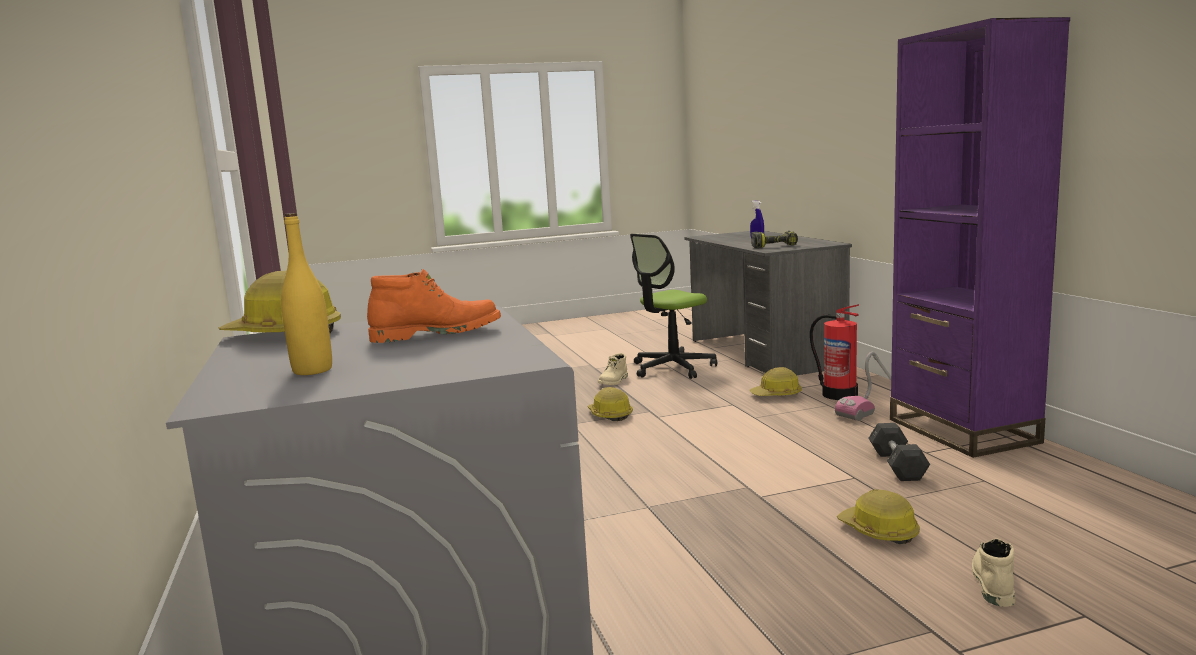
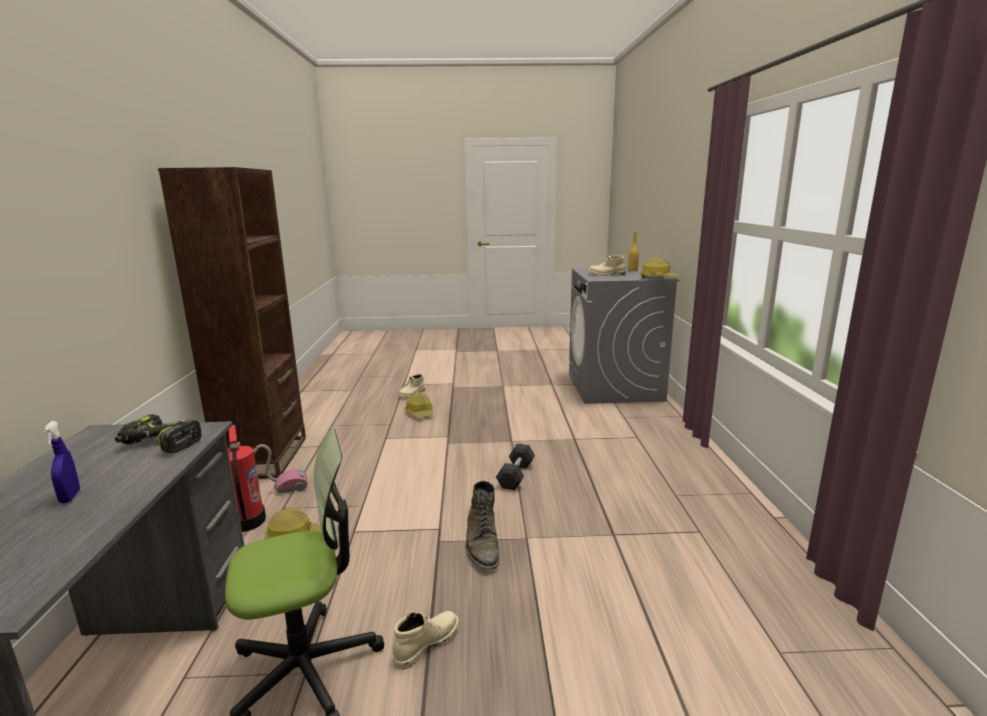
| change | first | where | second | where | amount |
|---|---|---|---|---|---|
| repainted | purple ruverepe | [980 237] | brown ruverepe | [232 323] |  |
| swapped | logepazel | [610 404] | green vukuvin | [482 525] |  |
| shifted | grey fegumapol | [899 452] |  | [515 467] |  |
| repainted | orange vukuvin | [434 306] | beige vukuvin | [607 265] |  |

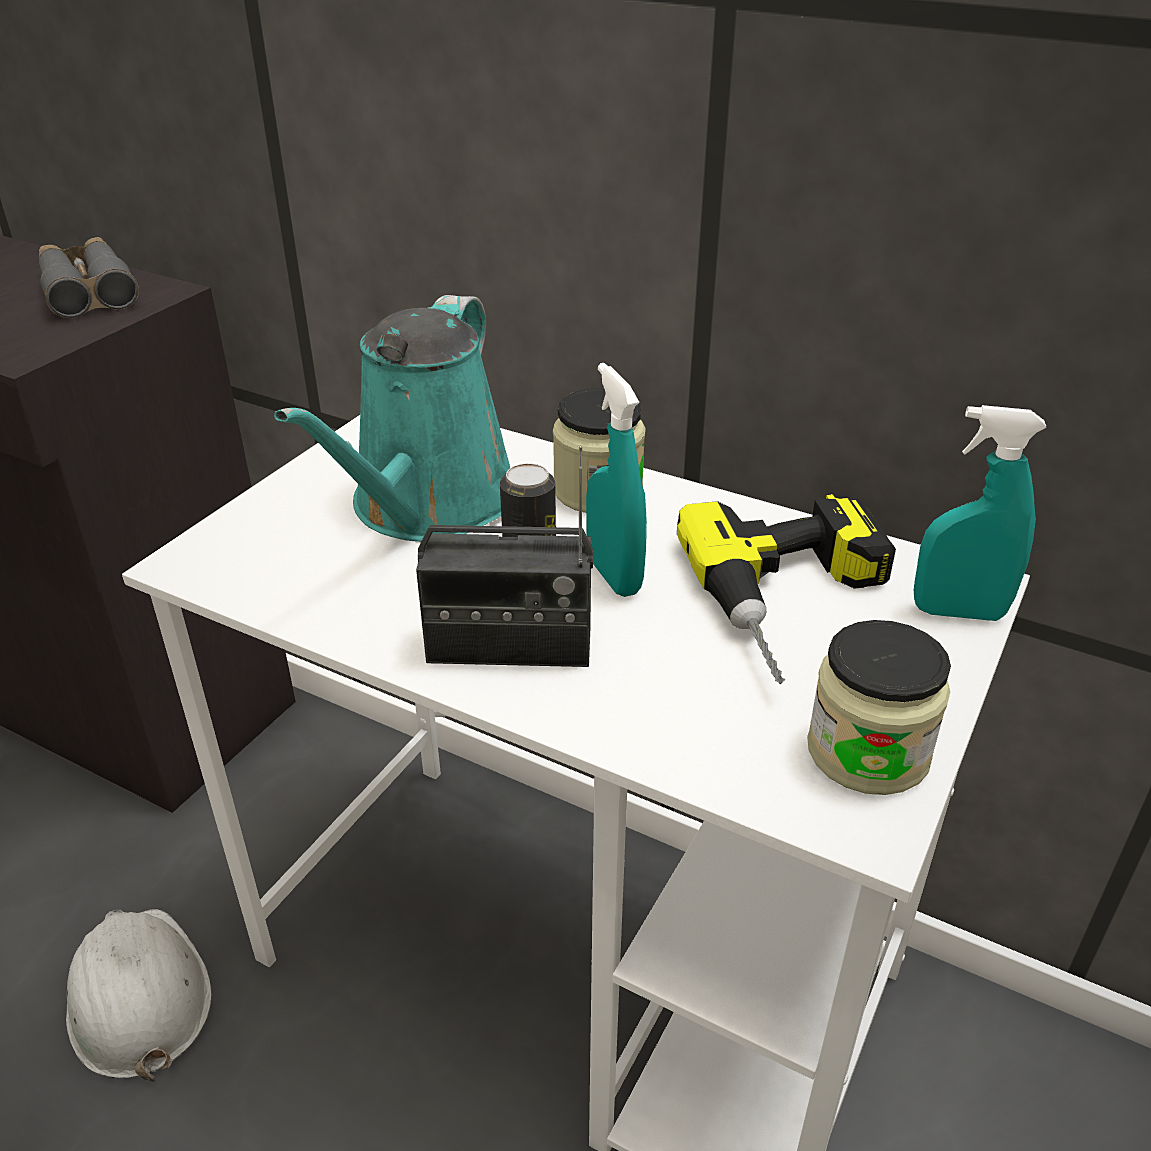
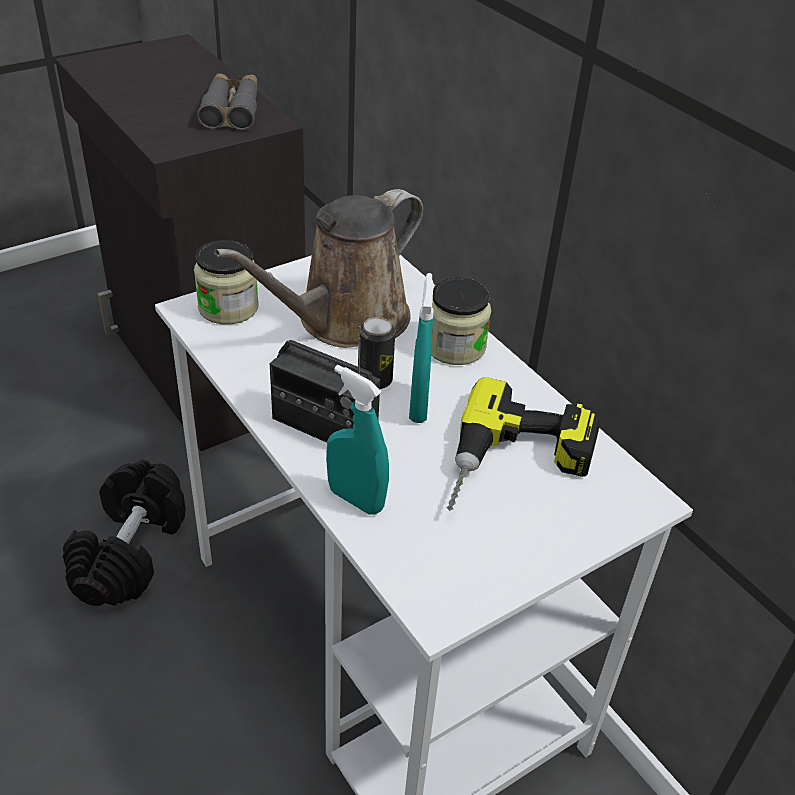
| change | first | where | second | where | amount |
|---|---|---|---|---|---|
| swapped | white logepazel | [139 995] | black fegumapol | [124 533] |  |
| shifted | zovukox | [879 707] |  | [226 282] |  |
| repainted | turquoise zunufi | [392 418] | brown zunufi | [318 268] |  |
| shifted | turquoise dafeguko | [980 513] |  | [357 440] |  |

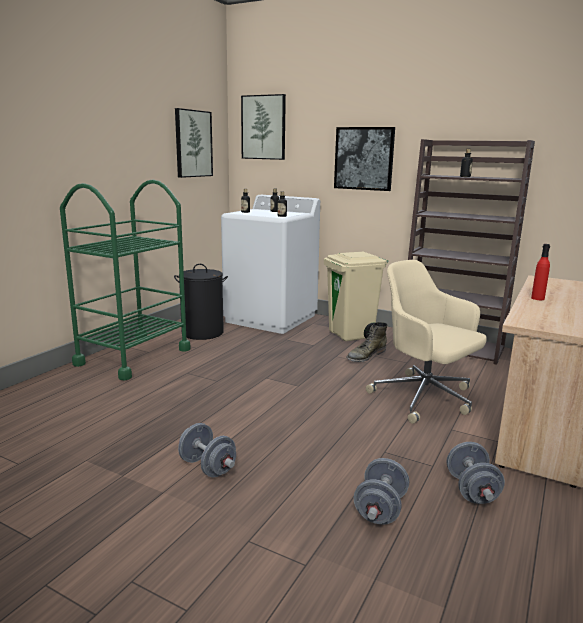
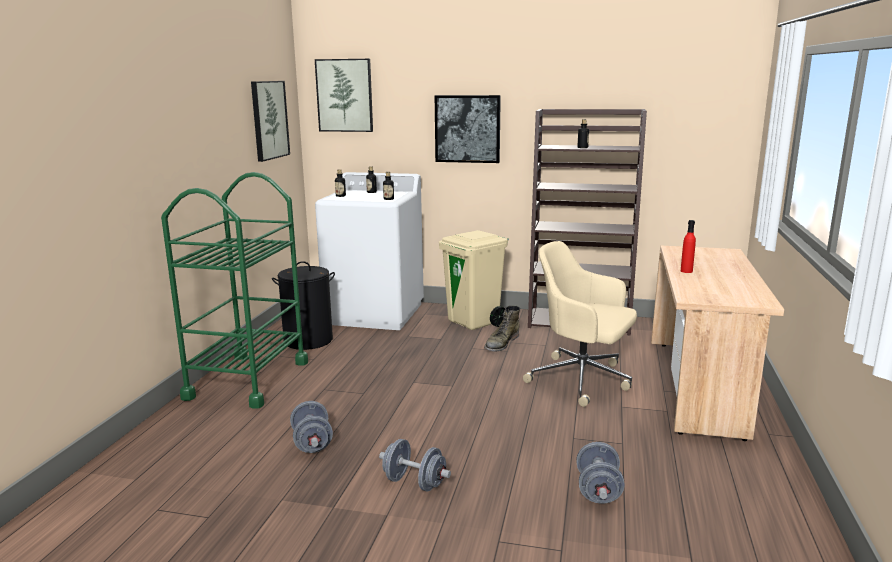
| change | first | where | second | where | amount |
|---|---|---|---|---|---|
| shifted | grey fegumapol | [475 473] |  | [311 427] |  |

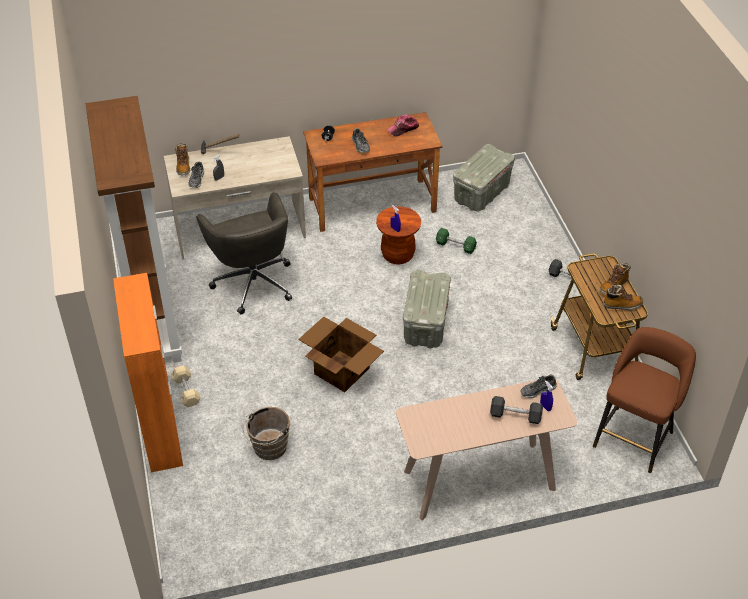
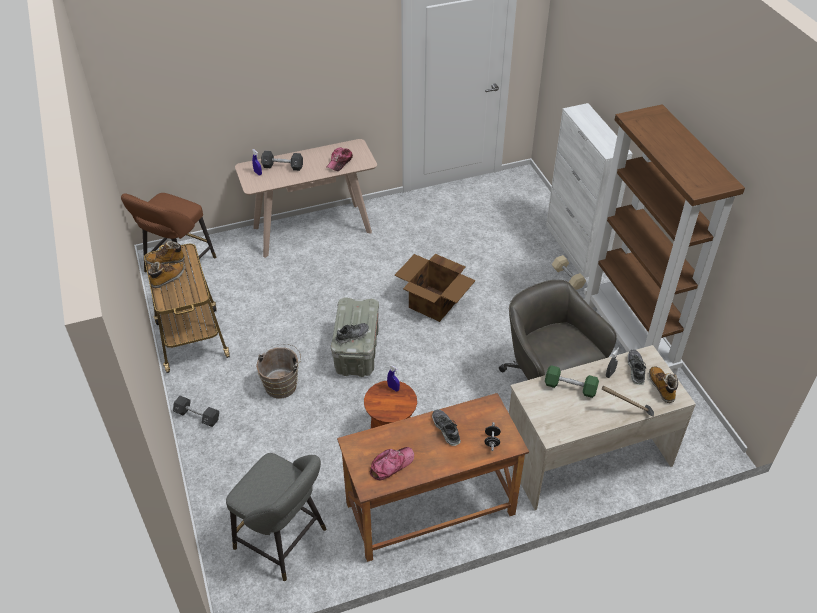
| change | first | where | second | where | amount |
|---|---|---|---|---|---|
| swapped | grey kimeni | [484 178] | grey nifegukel | [276 517] |  |
| shifted | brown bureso | [266 433] |  | [278 371] |  |
| new |  |  | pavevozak | [340 159] |  |
| shifted | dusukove | [538 386] |  | [352 334] |  |
| shifted | green fegumapol | [456 241] |  | [572 381] |  |
| repainted | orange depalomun | [148 372] | white depalomun | [589 190] |  |

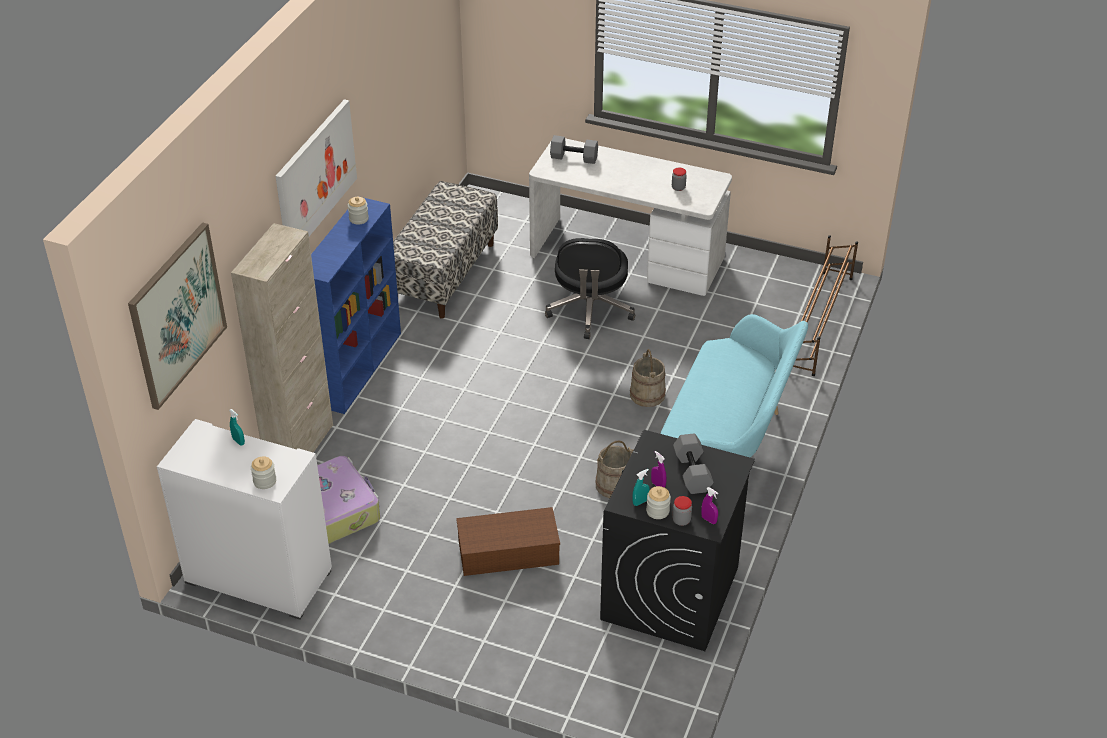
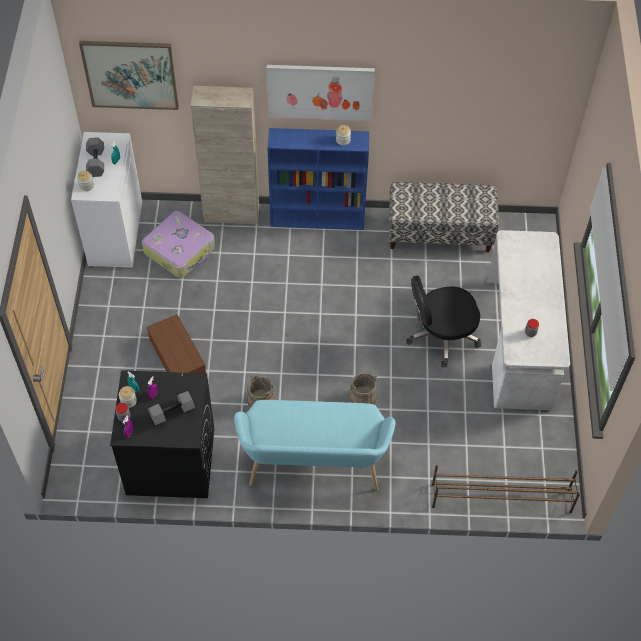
| change | first | where | second | where | amount |
|---|---|---|---|---|---|
| shifted | grey fegumapol | [574 149] |  | [95 157] |  |

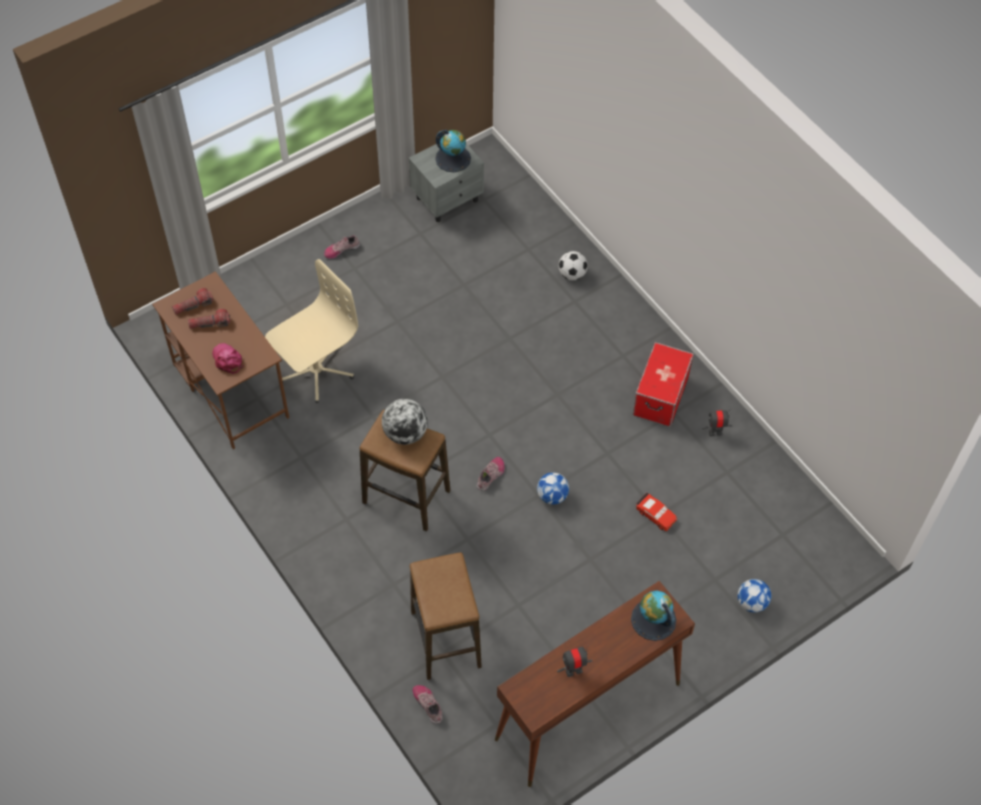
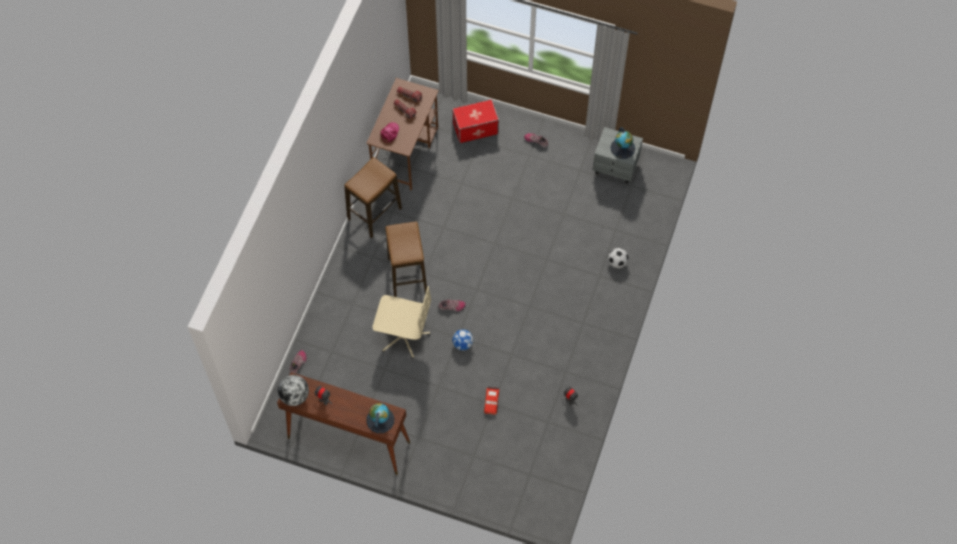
| change | first | where | second | where | amount |
|---|---|---|---|---|---|
| shifted | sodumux | [405 421] |  | [293 390] |  |
| shifted | nifegukel | [446 616] |  | [373 198] |  |
| shifted | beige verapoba | [311 331] |  | [401 322] |  |
| shifted | kimeni | [663 384] |  | [475 121] |  |
| gone | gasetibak | [754 596] |  |  |  |

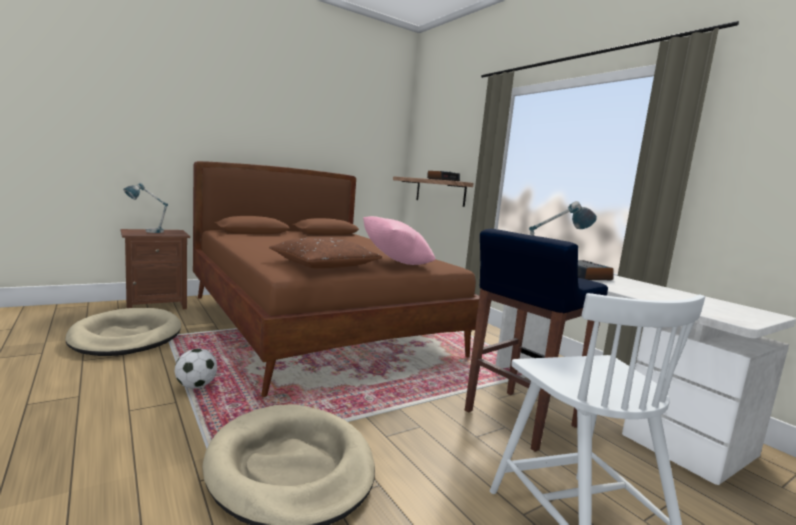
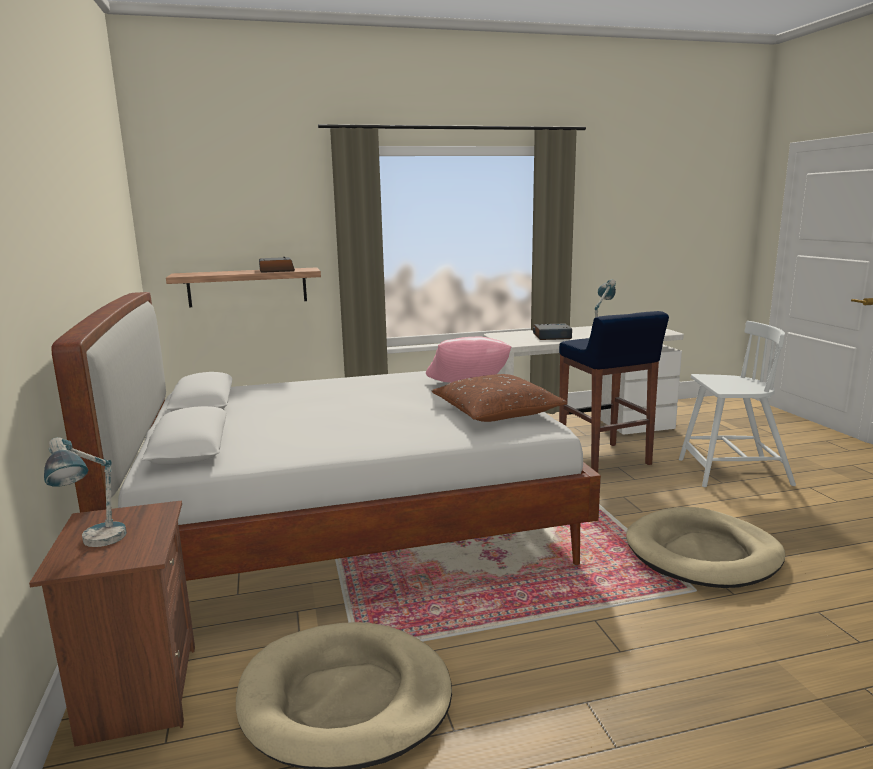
| change | first | where | second | where | amount |
|---|---|---|---|---|---|
| repainted | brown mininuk | [336 279] | white mininuk | [326 436] |  |
| gone | gasetibak | [196 369] |  |  |  |

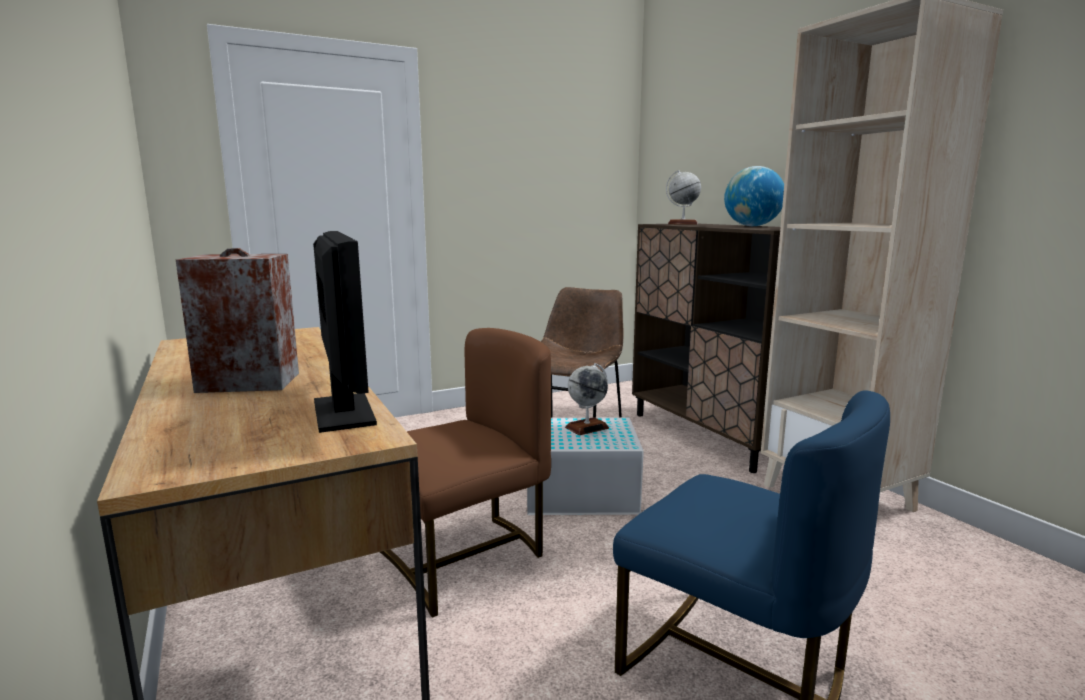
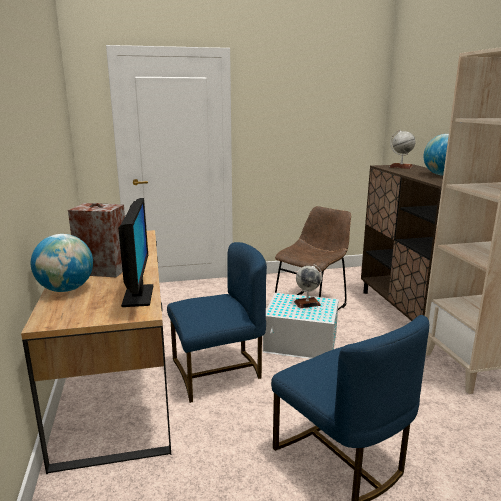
| change | first | where | second | where | amount |
|---|---|---|---|---|---|
| new |  |  | sodumux | [62 263] |  |
| repainted | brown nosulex | [465 473] | blue nosulex | [217 322] |  |

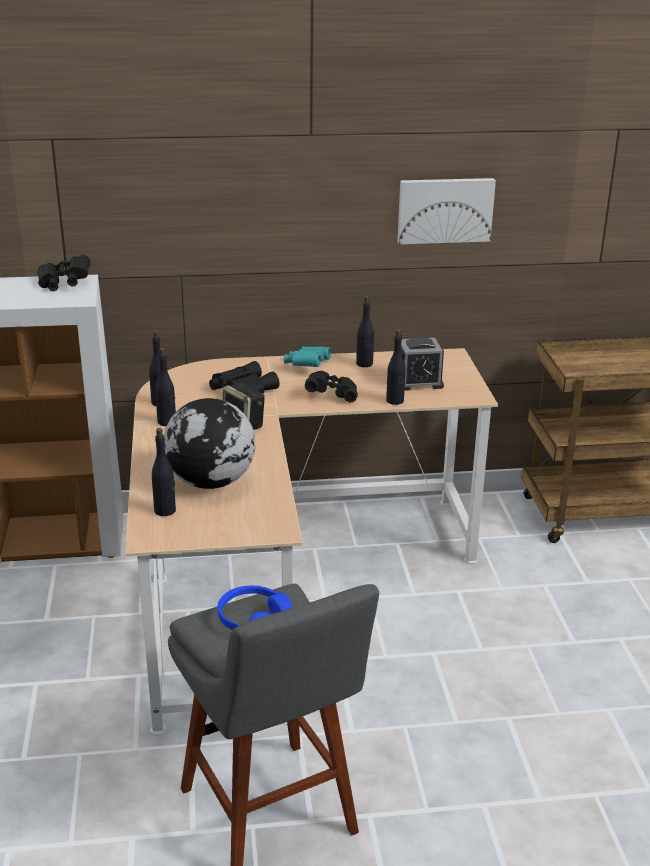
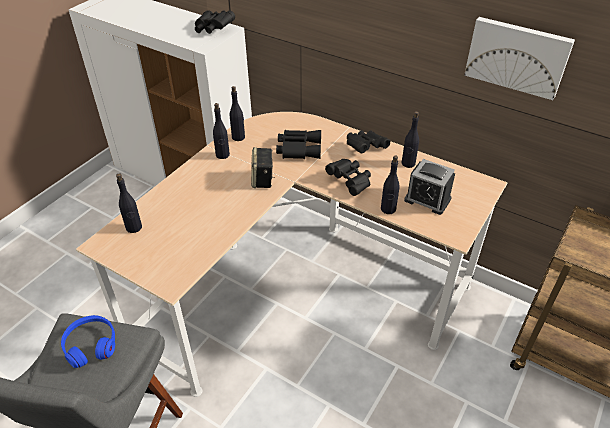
| change | first | where | second | where | amount |
|---|---|---|---|---|---|
| repainted | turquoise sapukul | [307 356] | black sapukul | [368 141] |  |
| gone | sodumux | [210 443] |  |  |  |

